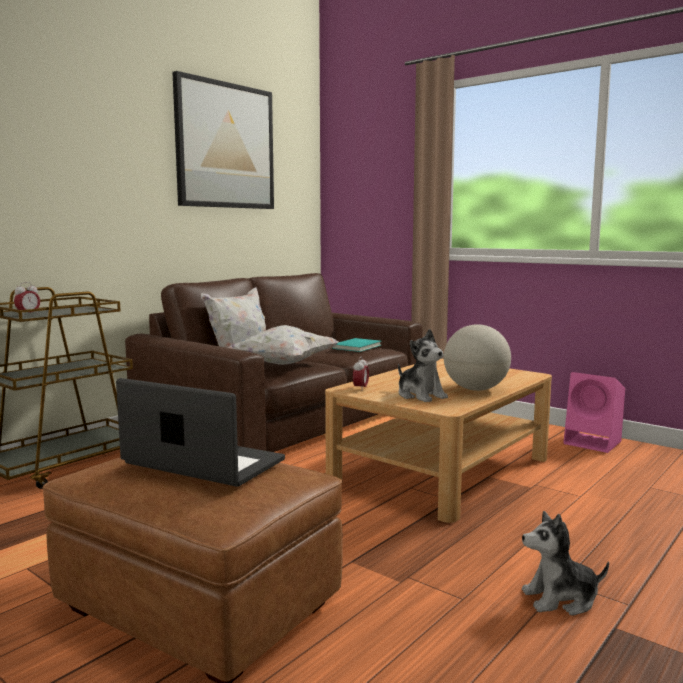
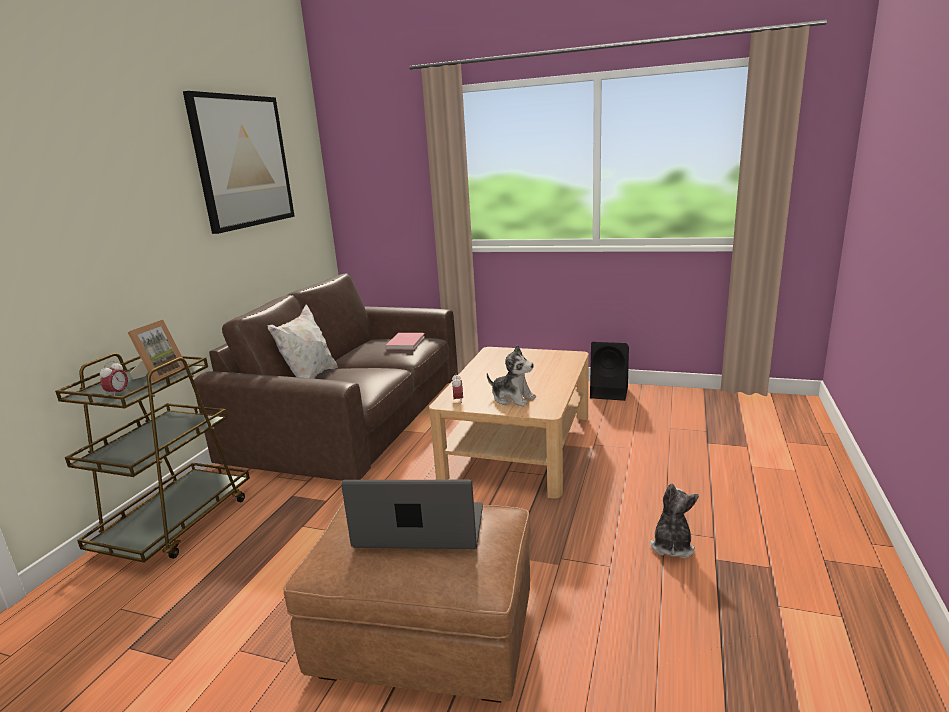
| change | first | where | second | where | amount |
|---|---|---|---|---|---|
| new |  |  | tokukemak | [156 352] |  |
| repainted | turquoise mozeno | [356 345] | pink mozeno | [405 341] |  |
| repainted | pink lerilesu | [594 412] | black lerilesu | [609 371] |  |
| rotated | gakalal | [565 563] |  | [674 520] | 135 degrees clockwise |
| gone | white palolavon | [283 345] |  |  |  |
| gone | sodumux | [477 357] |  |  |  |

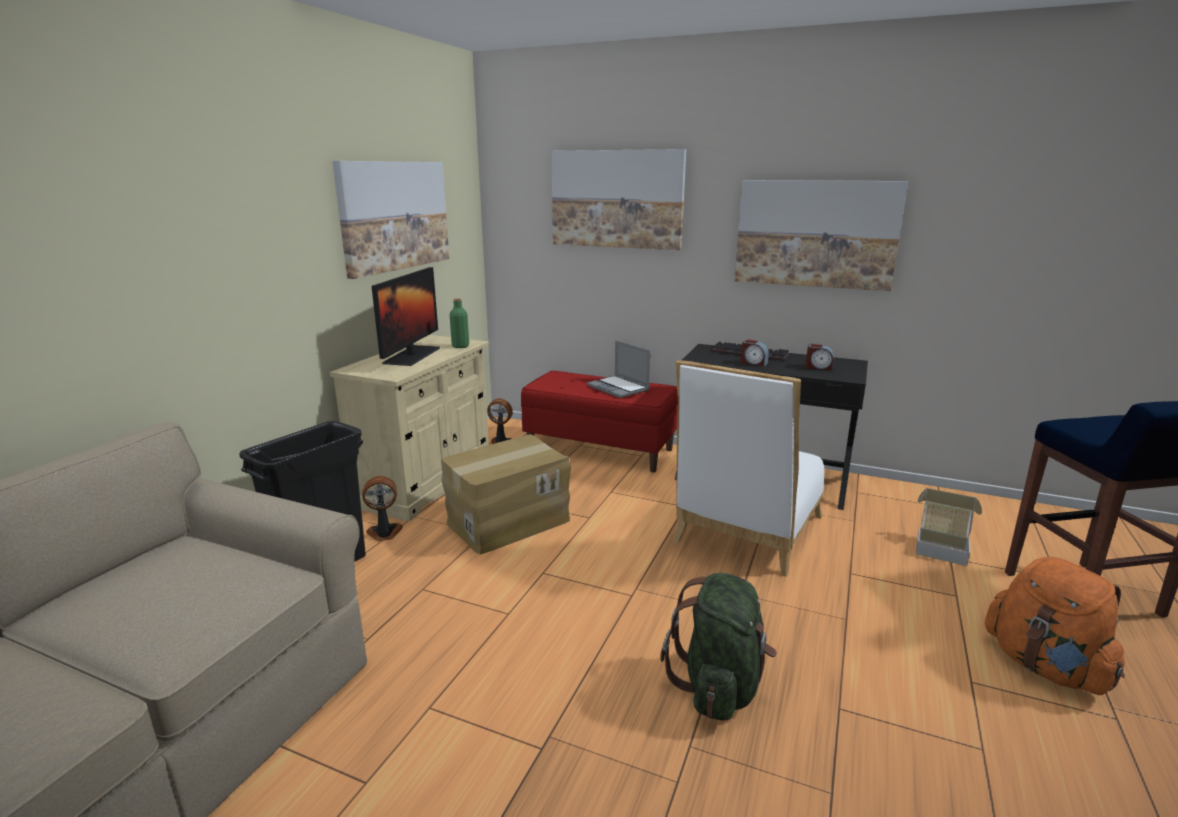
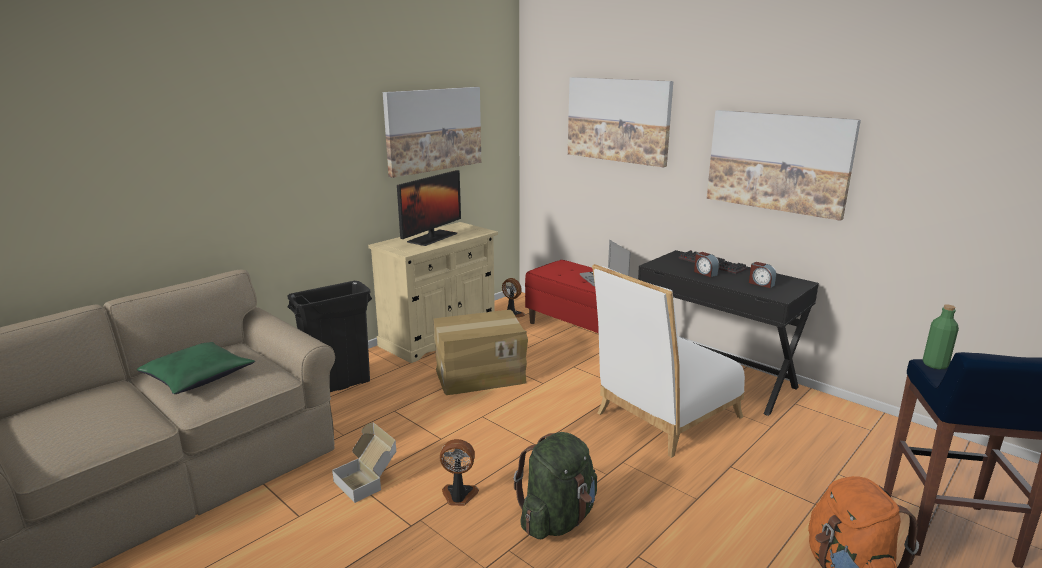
| change | first | where | second | where | amount |
|---|---|---|---|---|---|
| new |  |  | green palolavon | [196 368] |  |
| shifted | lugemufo | [949 527] |  | [364 462] |  |
| shifted | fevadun | [382 508] |  | [459 472] |  |
| shifted | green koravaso | [459 323] |  | [941 337] |  |

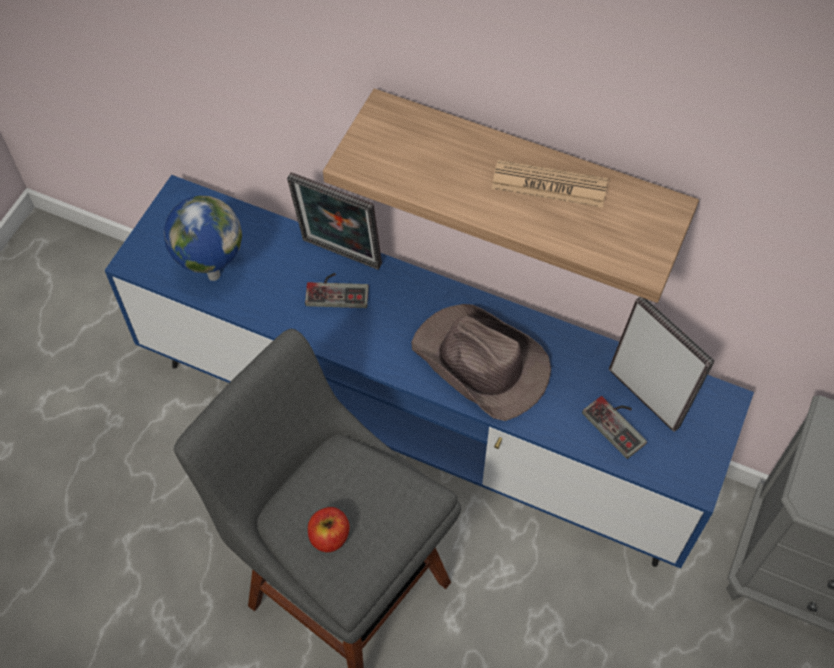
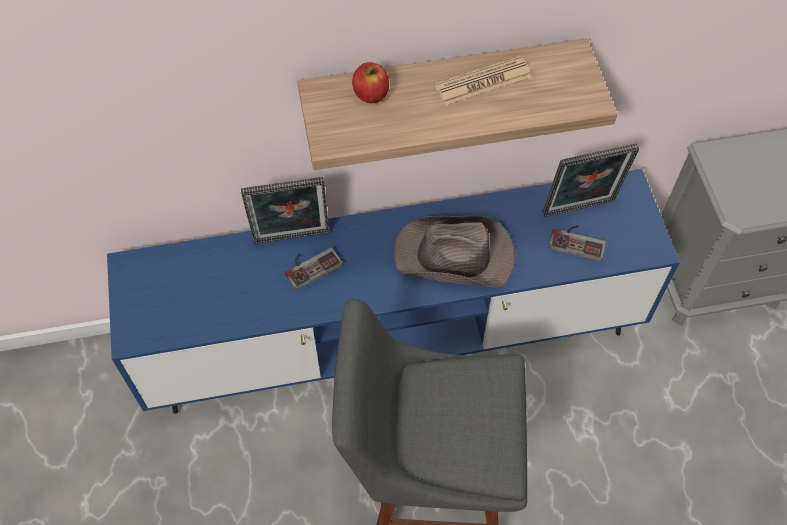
| change | first | where | second | where | amount |
|---|---|---|---|---|---|
| shifted | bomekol | [329 529] |  | [370 82] |  |
| rotated | tokukemak | [661 364] |  | [591 180] | 150 degrees clockwise |
| gone | sodumux | [202 238] |  |  |  |

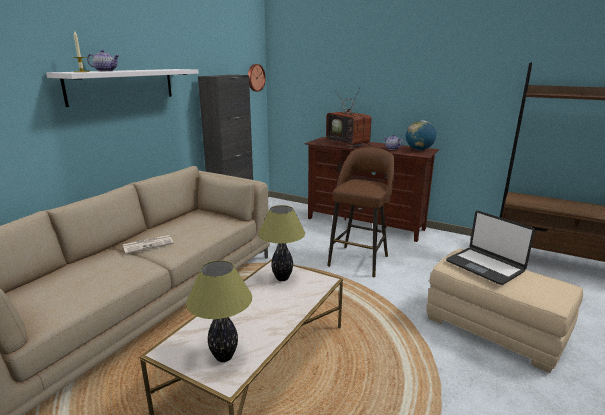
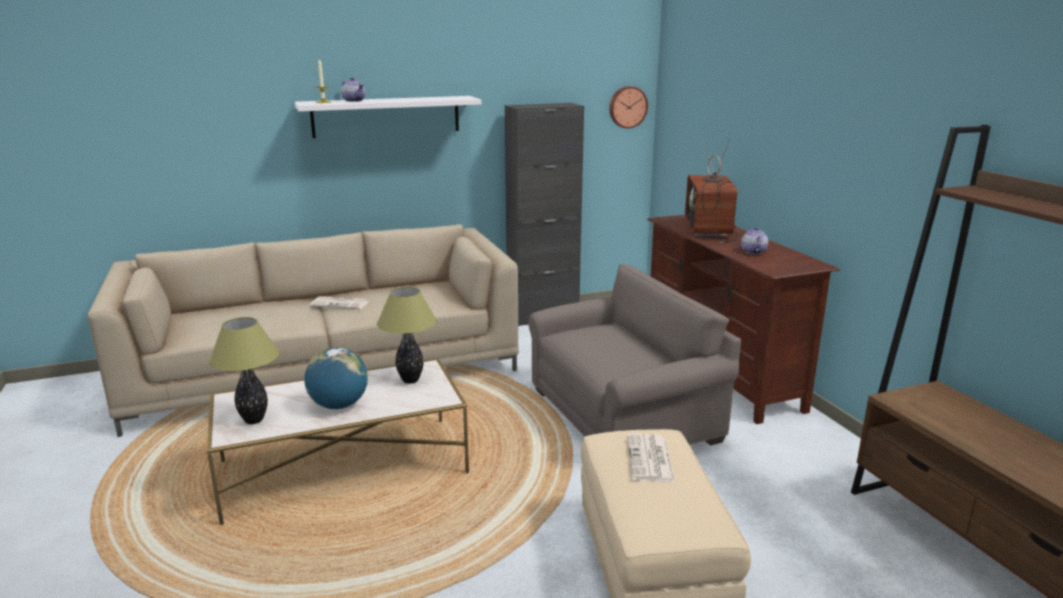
| change | first | where | second | where | amount |
|---|---|---|---|---|---|
| shifted | sodumux | [421 135] |  | [336 378] |  |
| swapped | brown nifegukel | [360 212] | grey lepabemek | [634 354] |  |
| swapped | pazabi | [490 248] | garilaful | [651 458] |  |

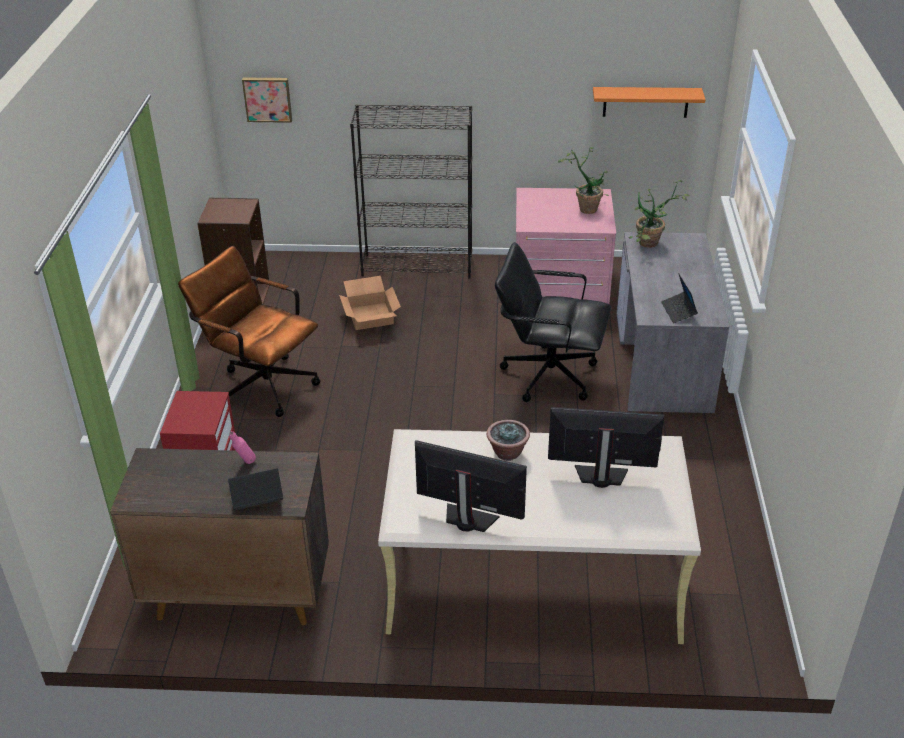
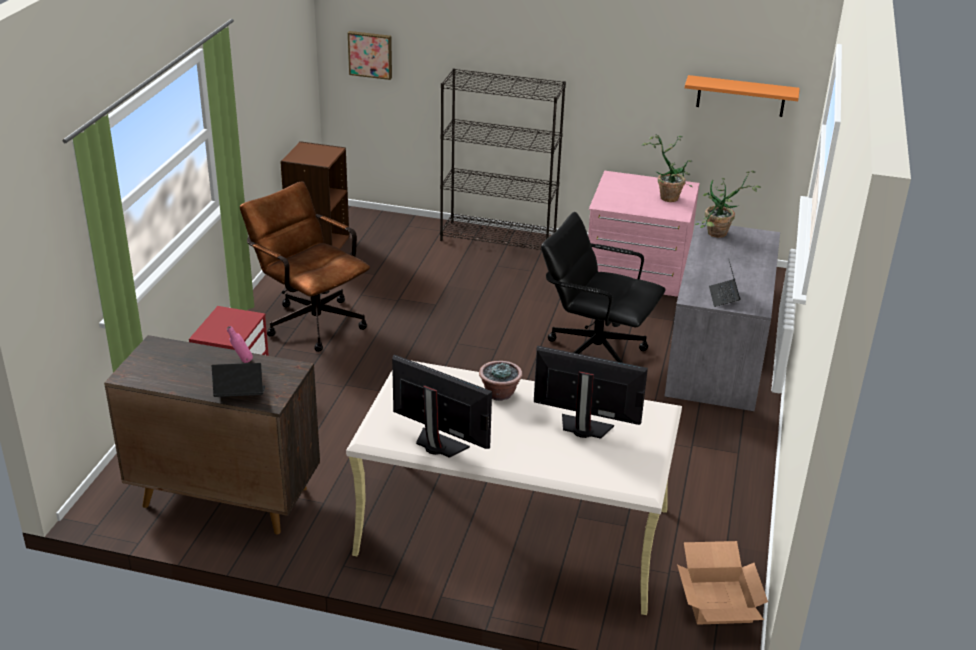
| change | first | where | second | where | amount |
|---|---|---|---|---|---|
| shifted | lugemufo | [370 303] |  | [722 583] |  |

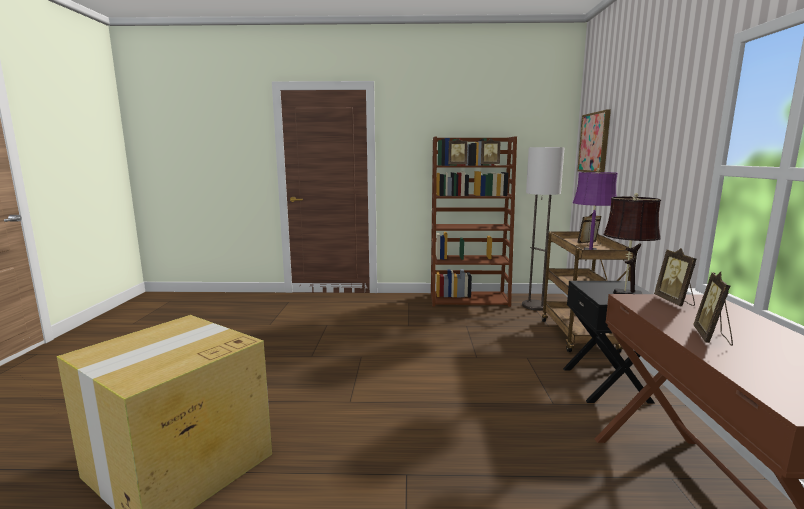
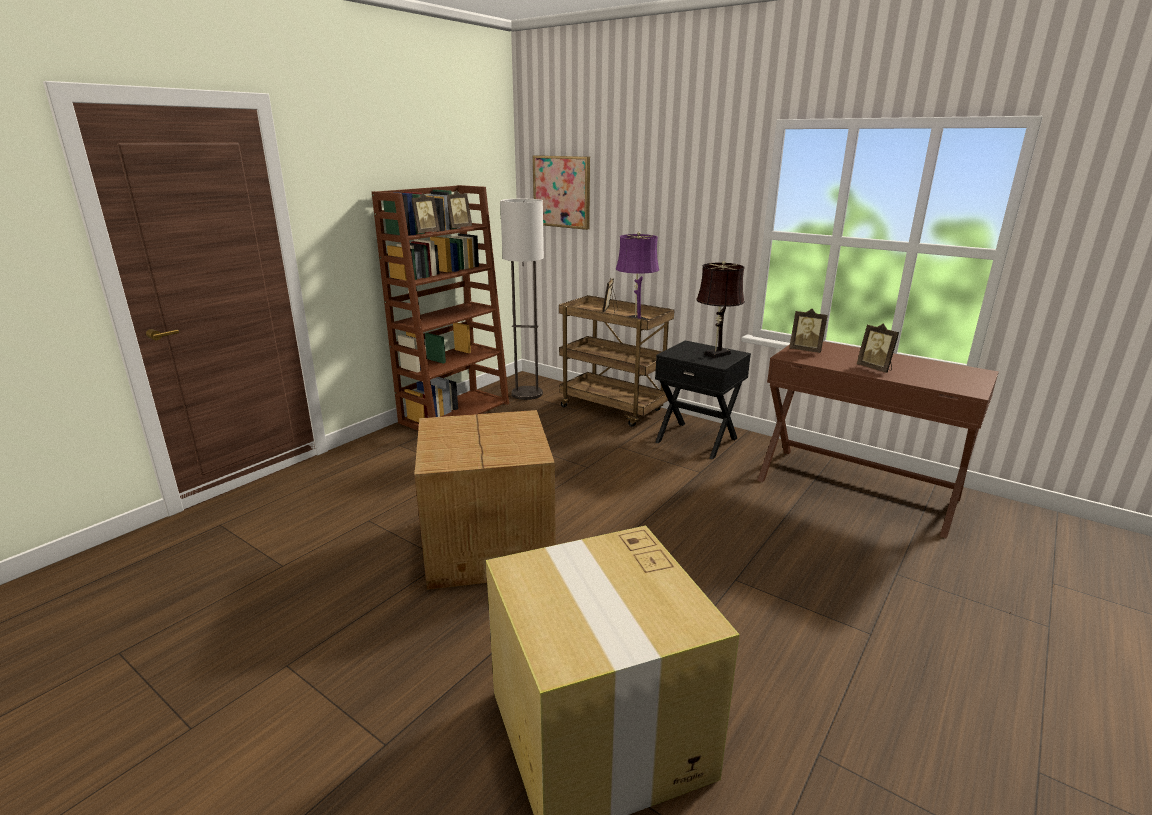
| change | first | where | second | where | amount |
|---|---|---|---|---|---|
| new |  |  | lugemufo | [485 500] |  |

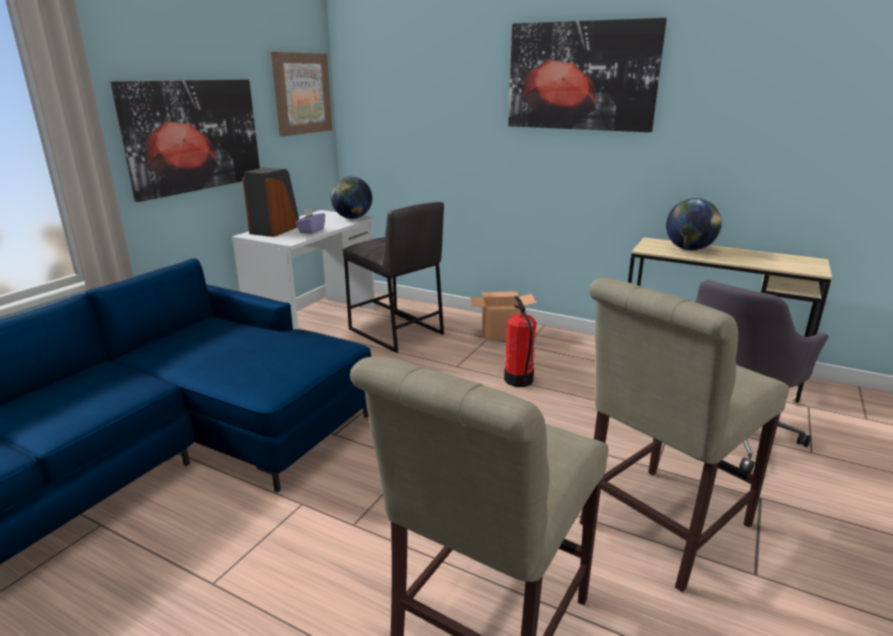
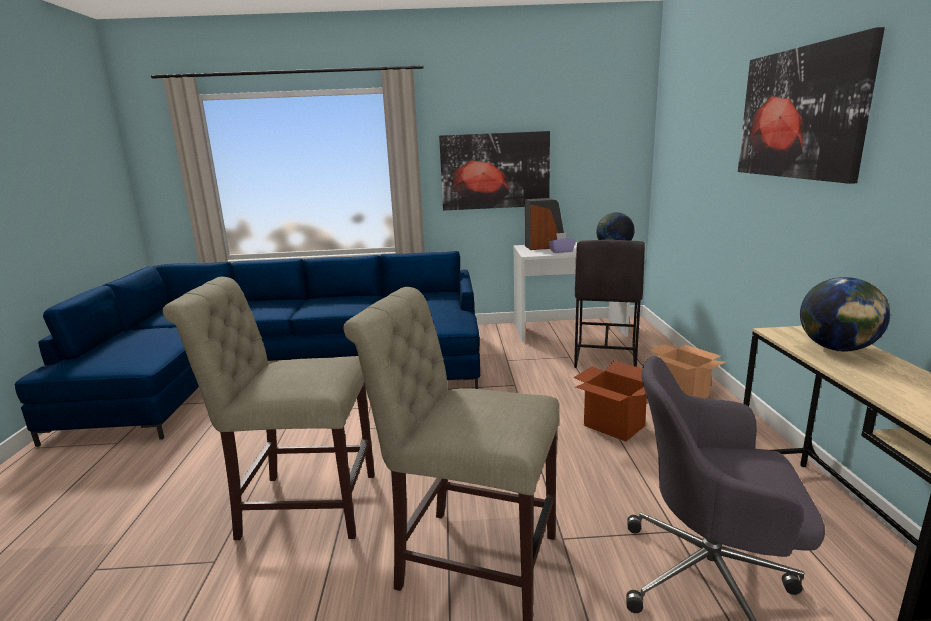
| change | first | where | second | where | amount |
|---|---|---|---|---|---|
| swapped | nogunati | [520 341] | lugemufo | [610 401] |  |
| gone | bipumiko | [301 94] |  |  |  |

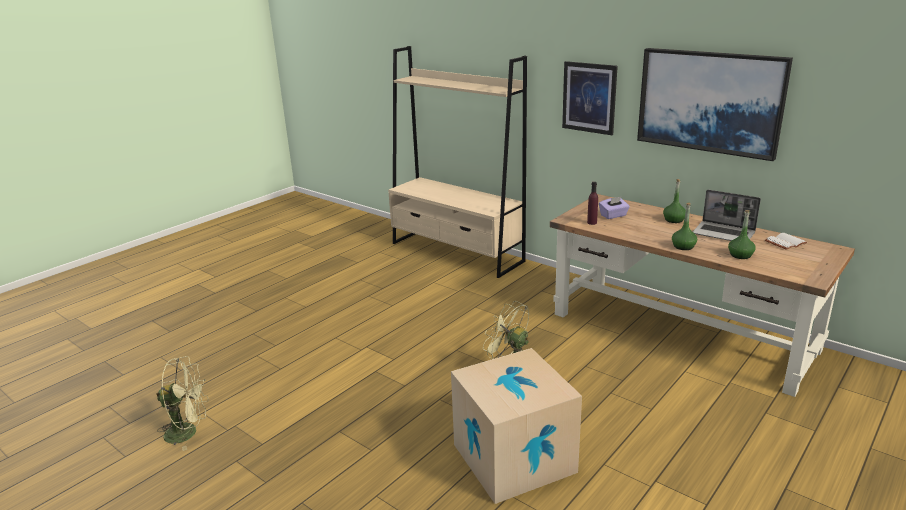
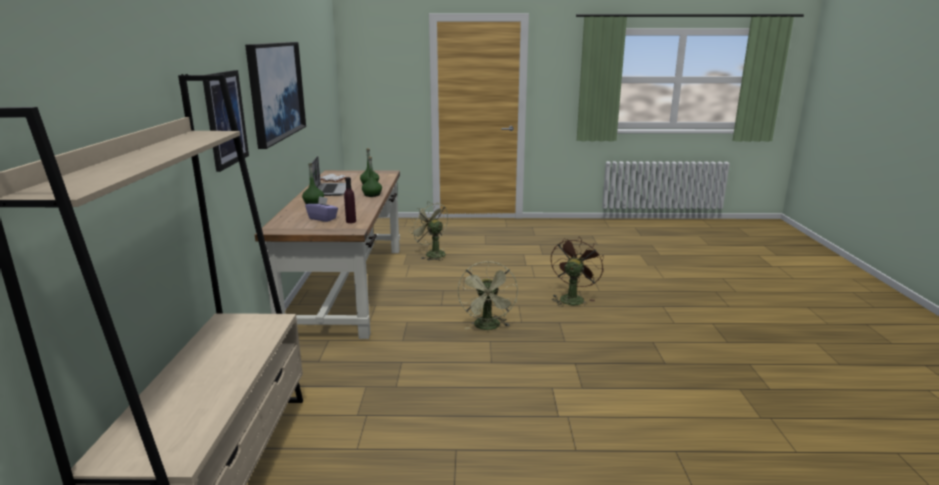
| change | first | where | second | where | amount |
|---|---|---|---|---|---|
| shifted | green fevadun | [182 403] |  | [428 231] |  |
| swapped | lugemufo | [516 426] | brown fevadun | [577 272] |  |

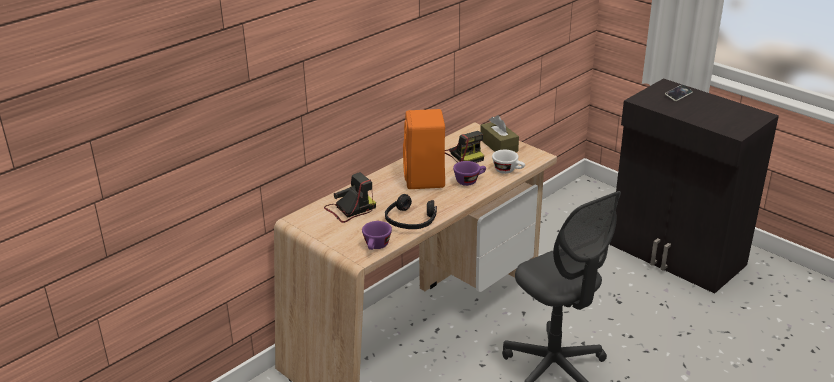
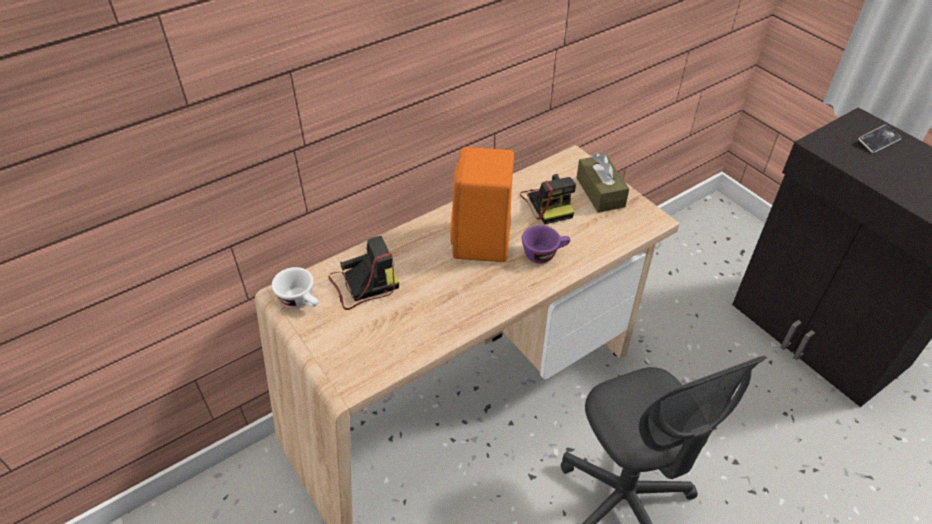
| change | first | where | second | where | amount |
|---|---|---|---|---|---|
| shifted | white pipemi | [508 162] |  | [295 287] |  |
| gone | purple pipemi | [377 235] |  |  |  |
| gone | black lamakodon | [411 211] |  |  |  |

